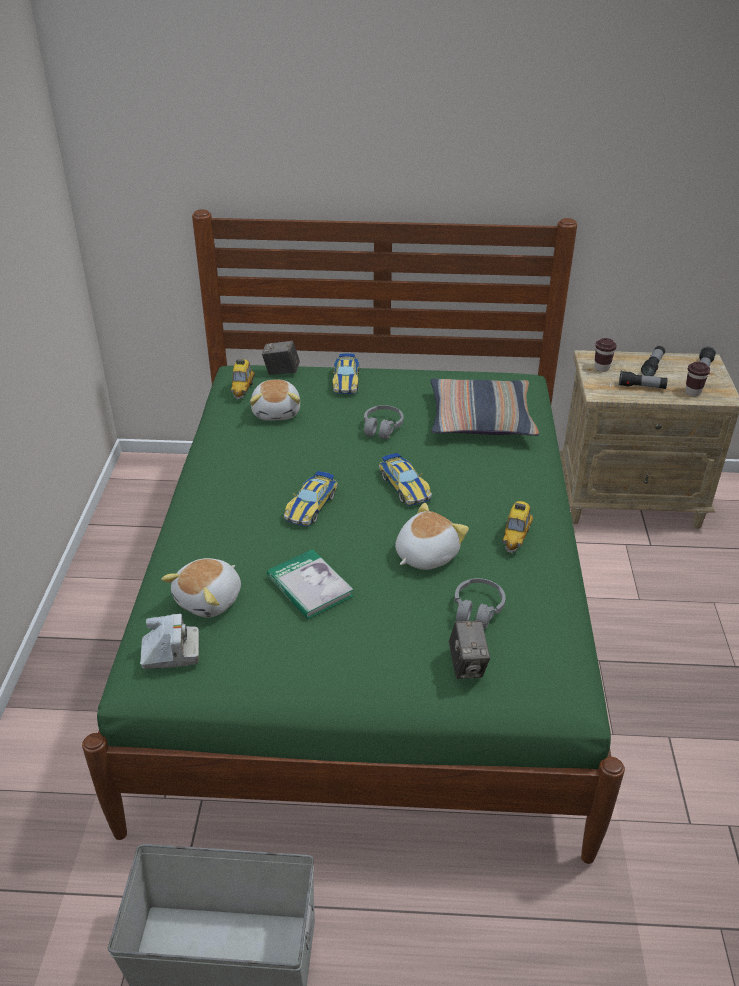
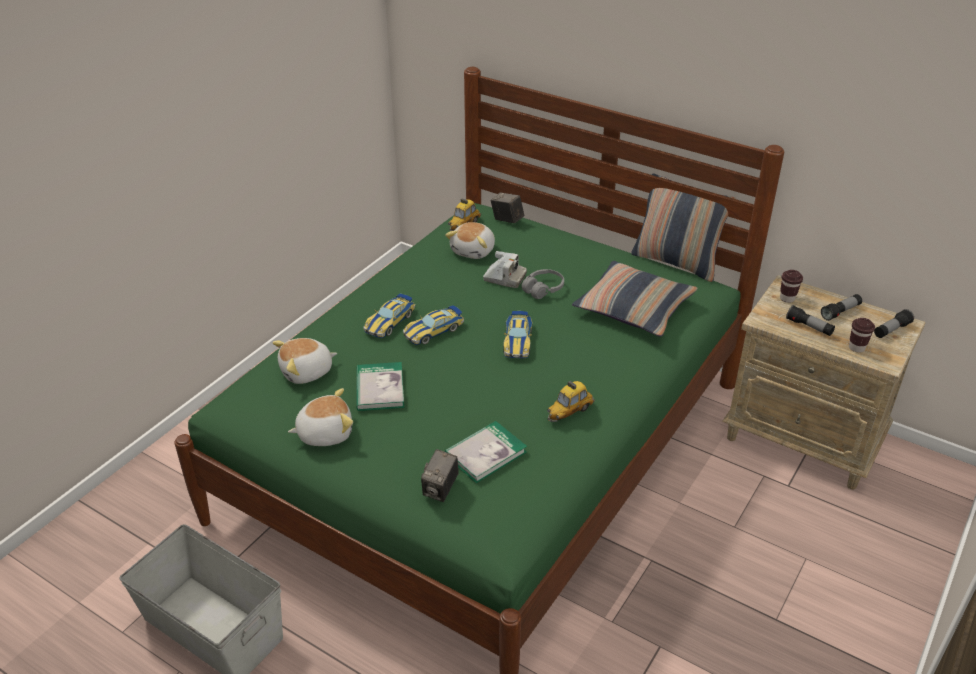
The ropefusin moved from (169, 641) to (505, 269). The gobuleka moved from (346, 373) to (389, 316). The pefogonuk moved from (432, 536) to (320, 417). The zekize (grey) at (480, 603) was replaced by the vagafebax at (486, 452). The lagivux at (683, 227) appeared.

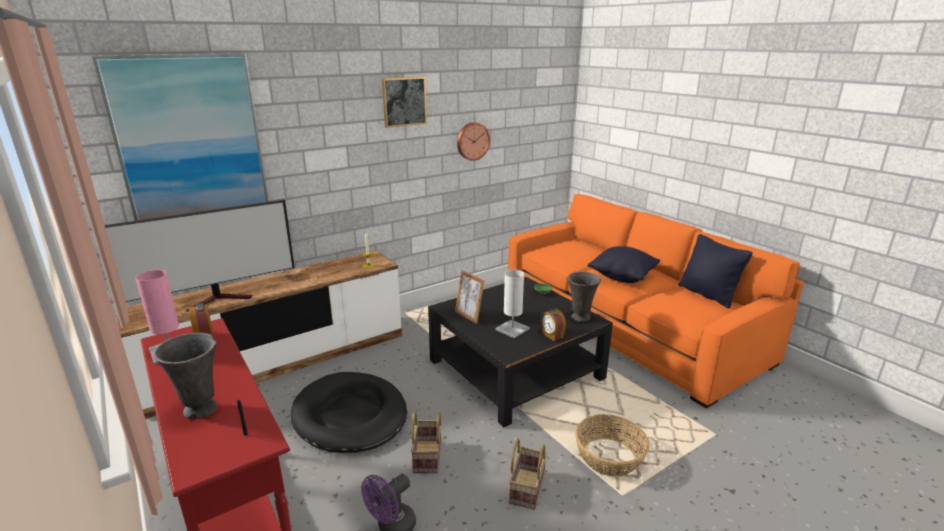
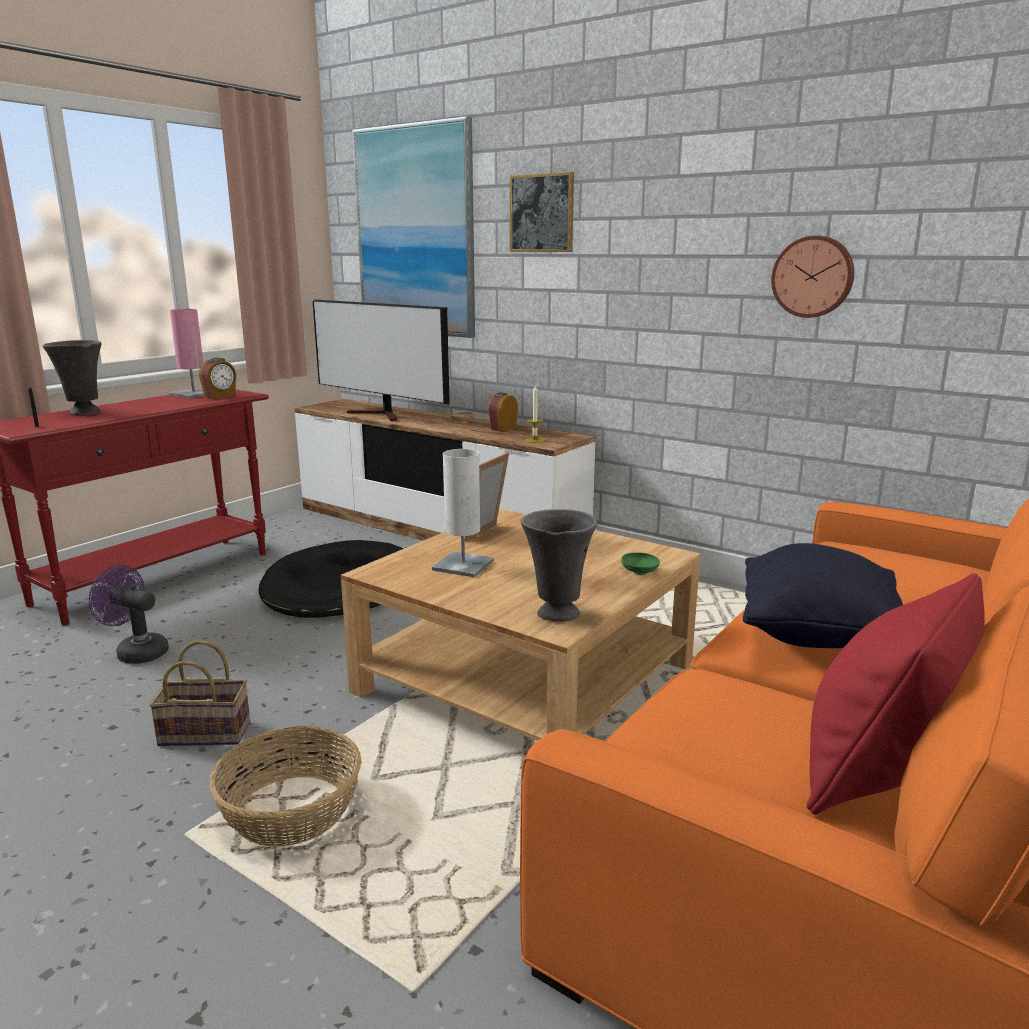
The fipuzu moved from (404, 102) to (542, 212). The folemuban at (426, 442) disappeared. The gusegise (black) at (520, 352) became the gusegise (beige) at (520, 625). The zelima moved from (553, 325) to (503, 412). The lagivux (black) at (715, 271) became the lagivux (red) at (896, 694).

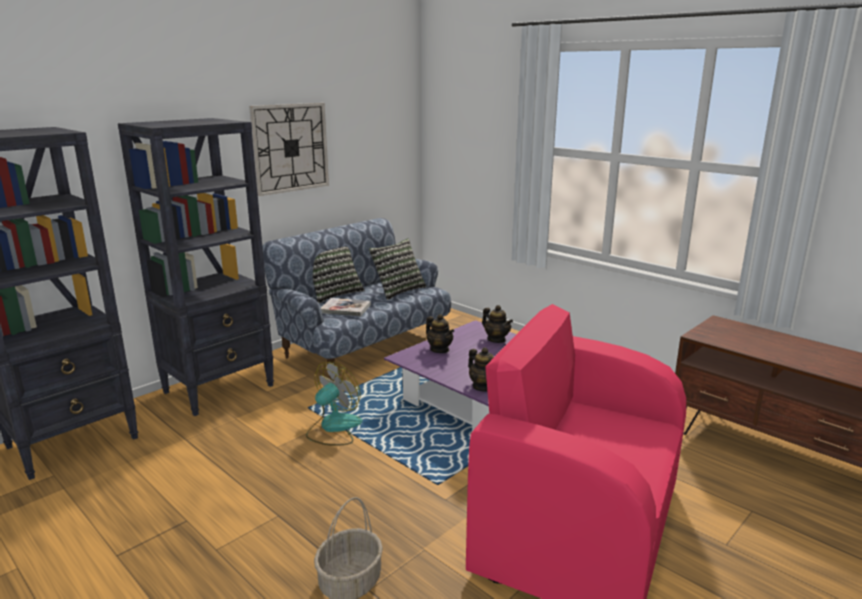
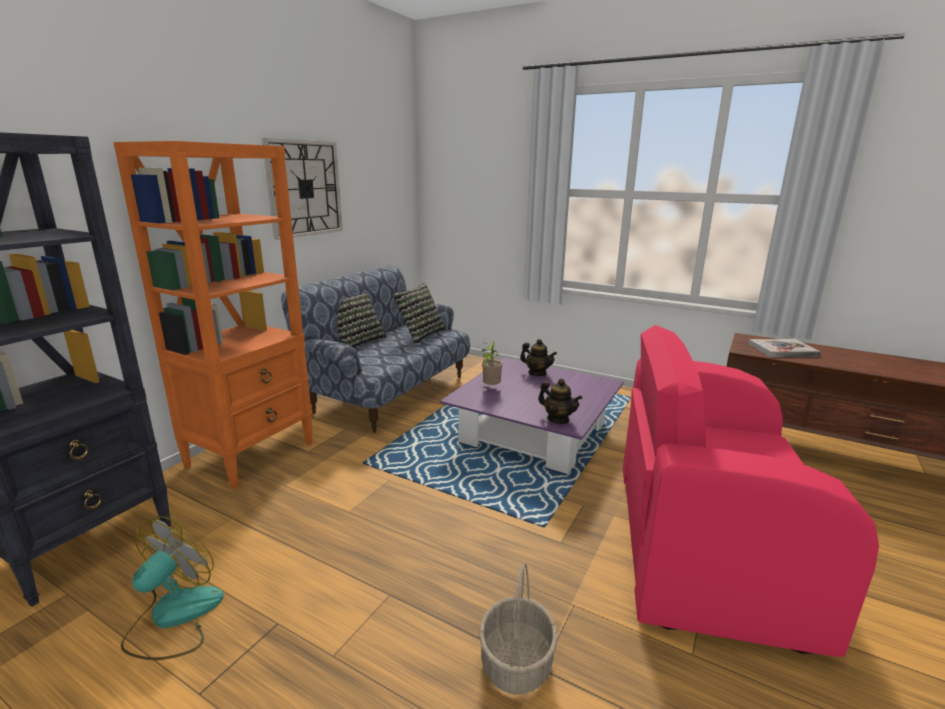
The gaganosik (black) at (196, 267) became the gaganosik (orange) at (213, 315). The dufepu moved from (334, 404) to (172, 588). The vagafebax moved from (346, 307) to (784, 348). The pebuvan at (440, 333) was replaced by the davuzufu at (492, 363).

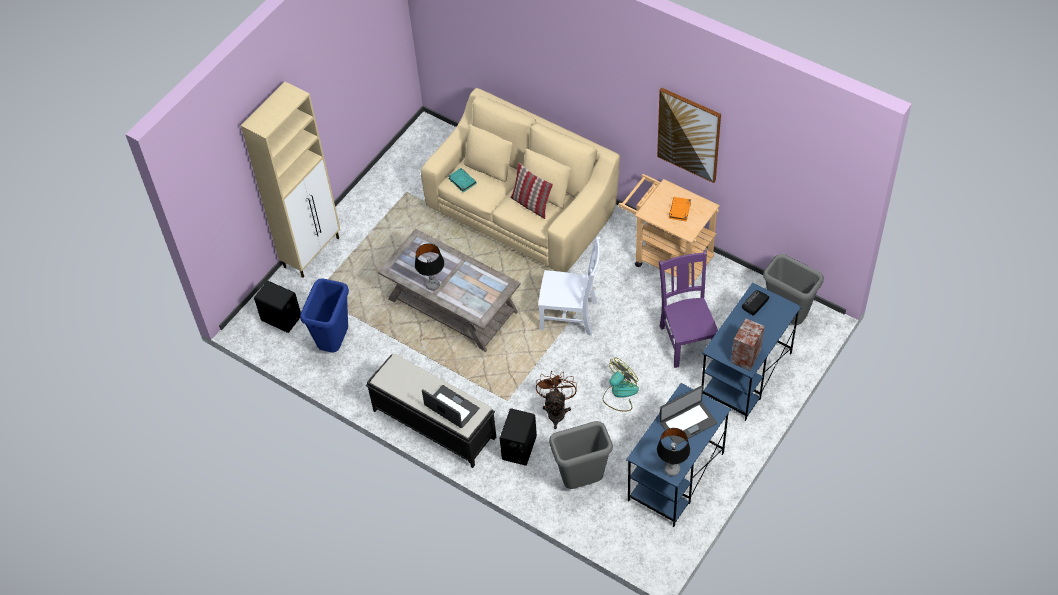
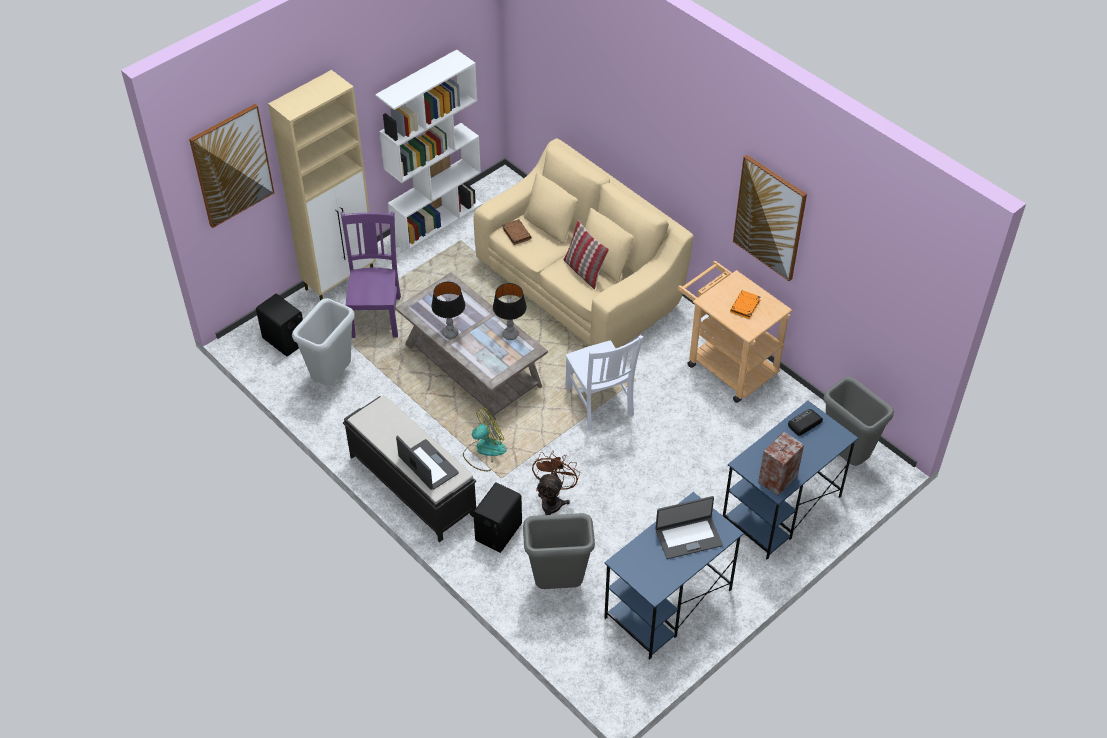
The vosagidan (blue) at (324, 315) became the vosagidan (grey) at (323, 341). The vagafebax (turquoise) at (462, 180) became the vagafebax (brown) at (517, 232). The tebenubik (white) at (569, 286) turned 45 degrees clockwise. The dufepu moved from (621, 384) to (485, 439). The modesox moved from (673, 452) to (510, 311). The tebenubik (purple) moved from (688, 309) to (371, 274). The fipuzu at (231, 166) appeared. The gaganosik (white) at (428, 150) appeared.

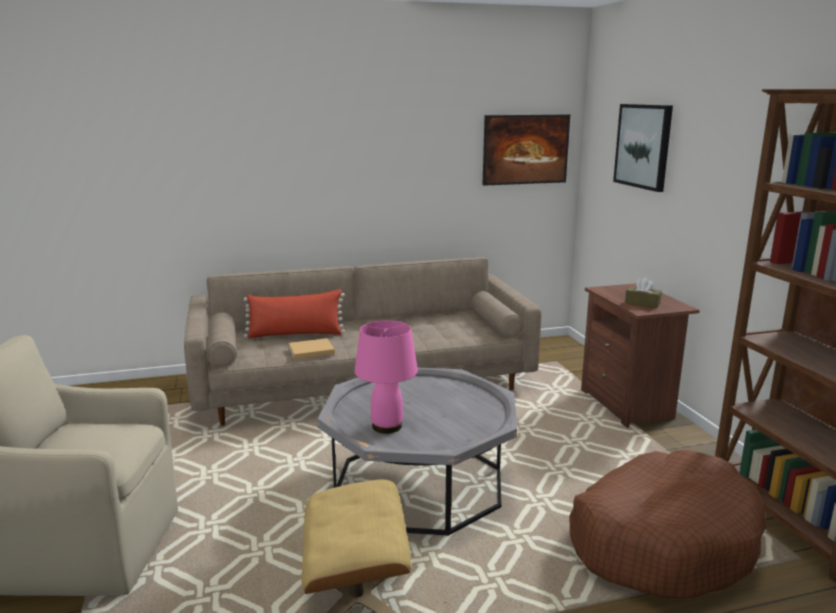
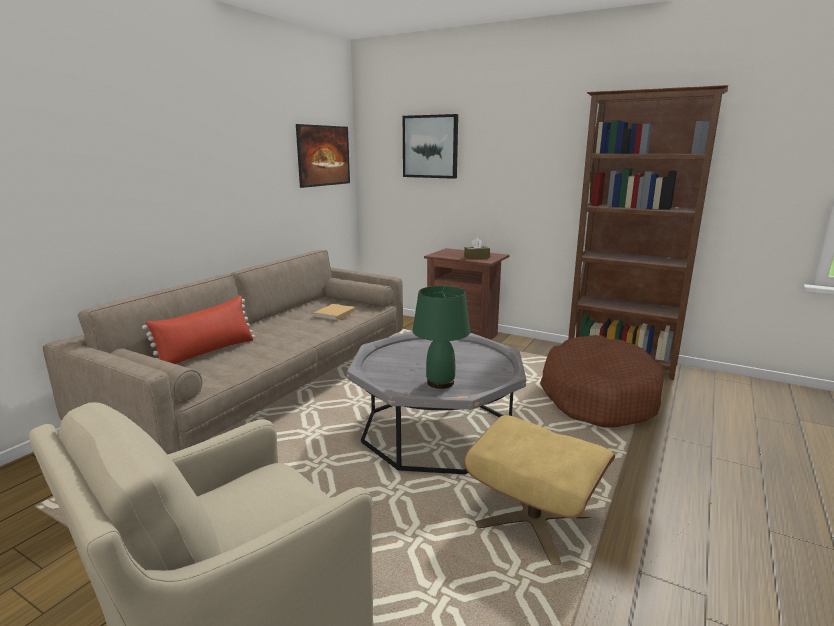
The vagafebax (beige) moved from (311, 348) to (334, 312). The modesox (pink) at (386, 376) became the modesox (green) at (441, 337).

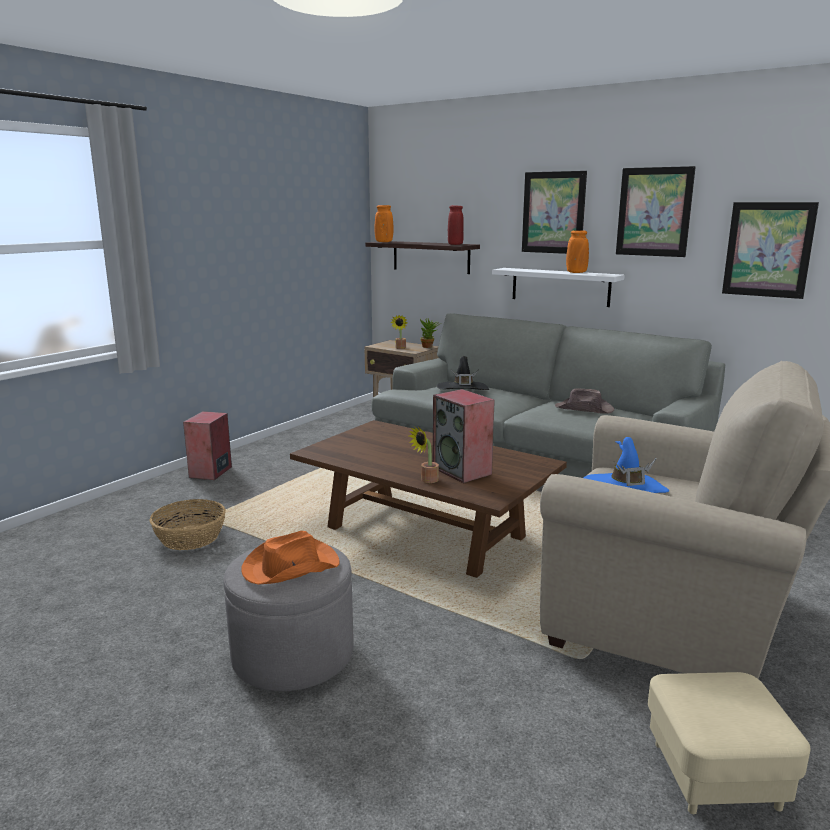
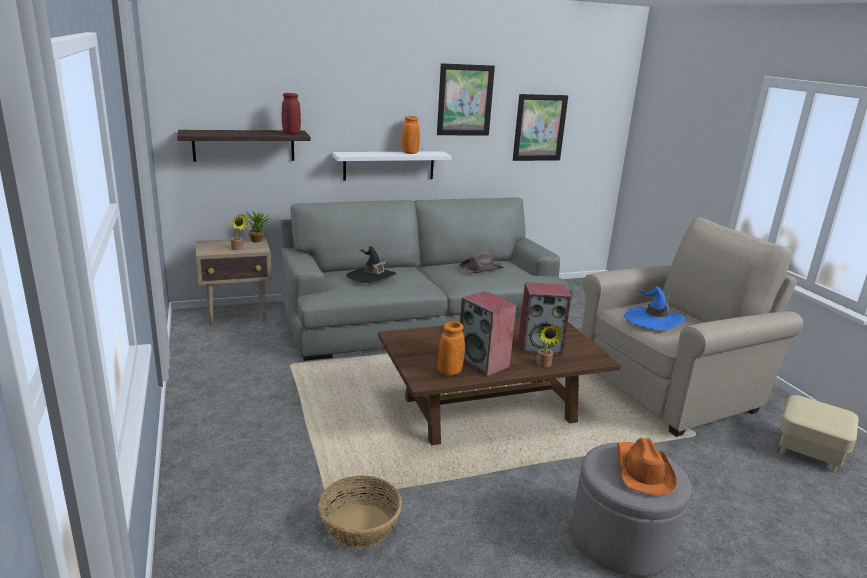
The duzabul moved from (207, 445) to (488, 333). The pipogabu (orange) moved from (384, 223) to (451, 349). The fipuzu at (554, 212) disappeared.

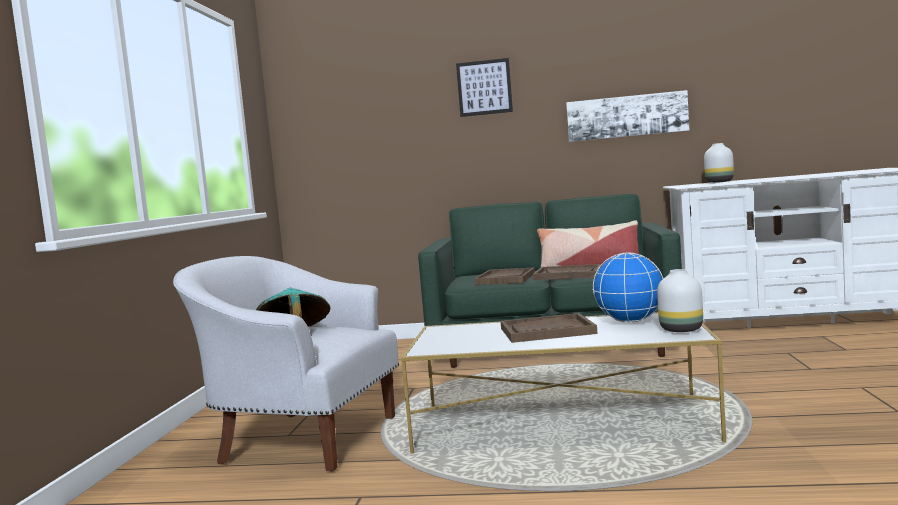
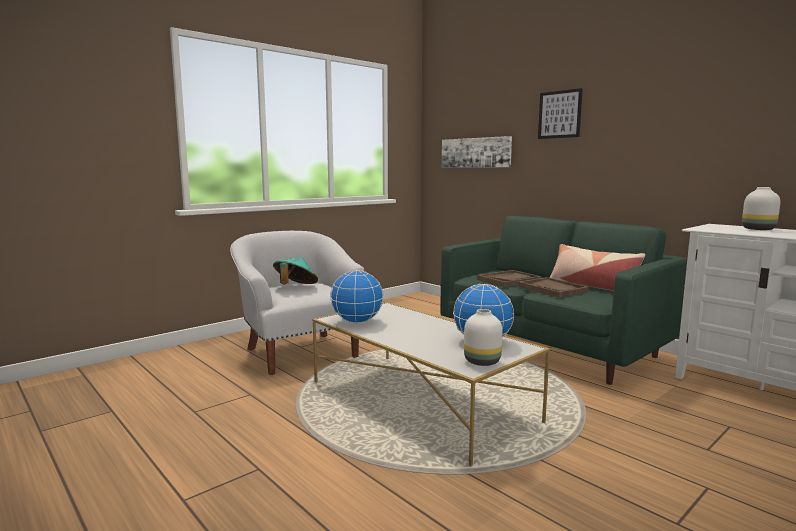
The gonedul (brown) at (549, 328) disappeared. The fipuzu moved from (627, 116) to (477, 151). The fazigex at (357, 296) appeared.

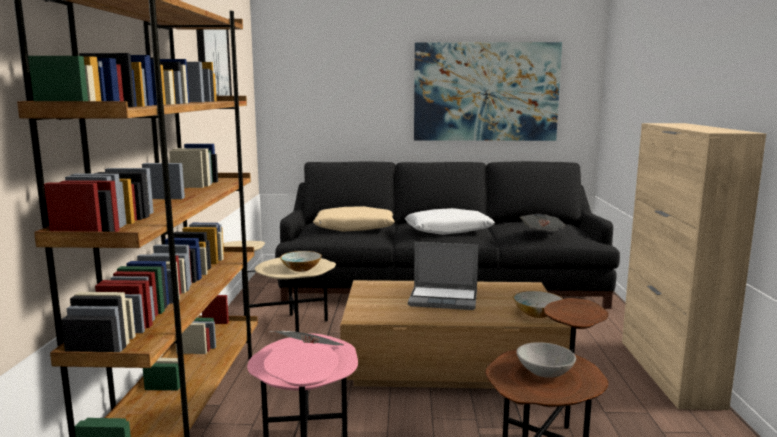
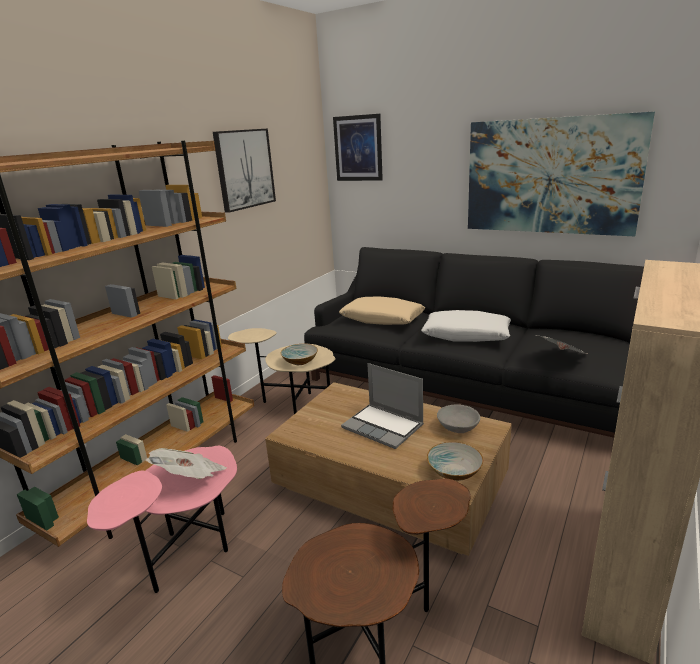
The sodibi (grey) moved from (546, 360) to (458, 419). The fipuzu at (358, 147) appeared.

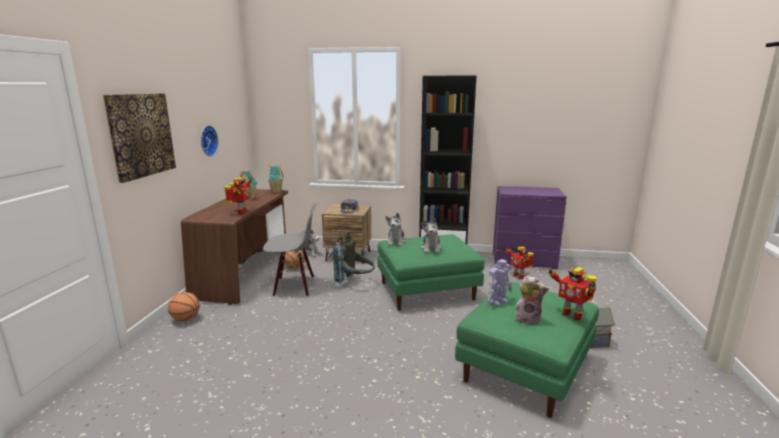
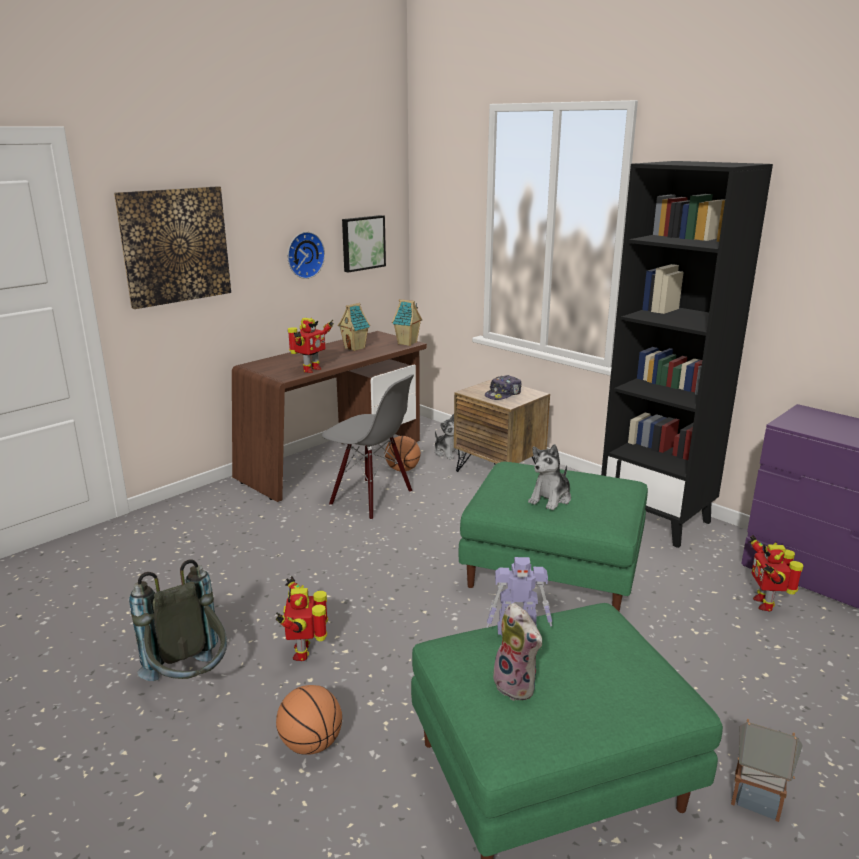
The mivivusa moved from (184, 306) to (309, 720). The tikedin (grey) moved from (354, 259) to (178, 620). The pefogonuk at (395, 229) disappeared. The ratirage moved from (572, 293) to (302, 618). The fipuzu at (364, 244) appeared.

